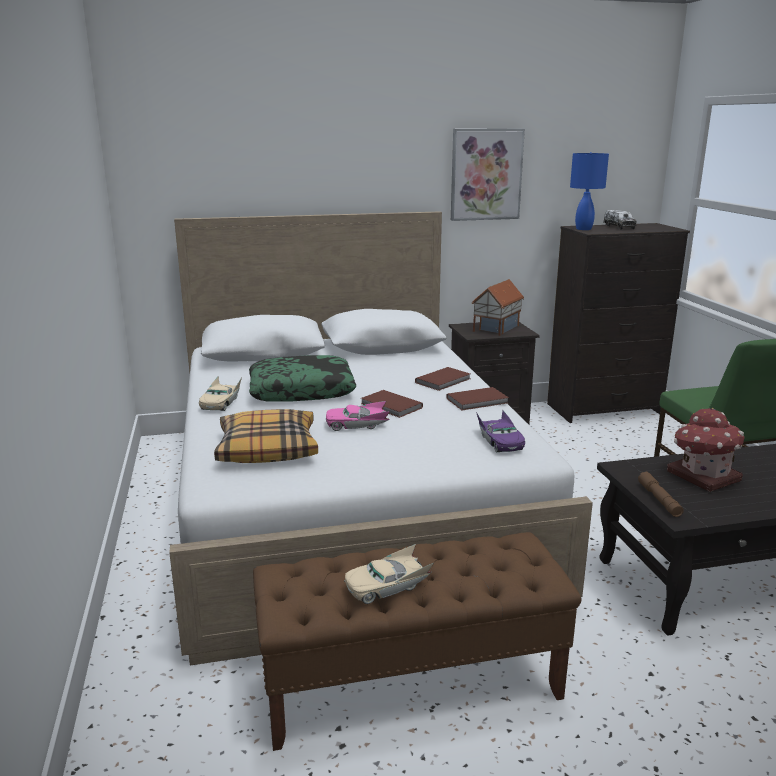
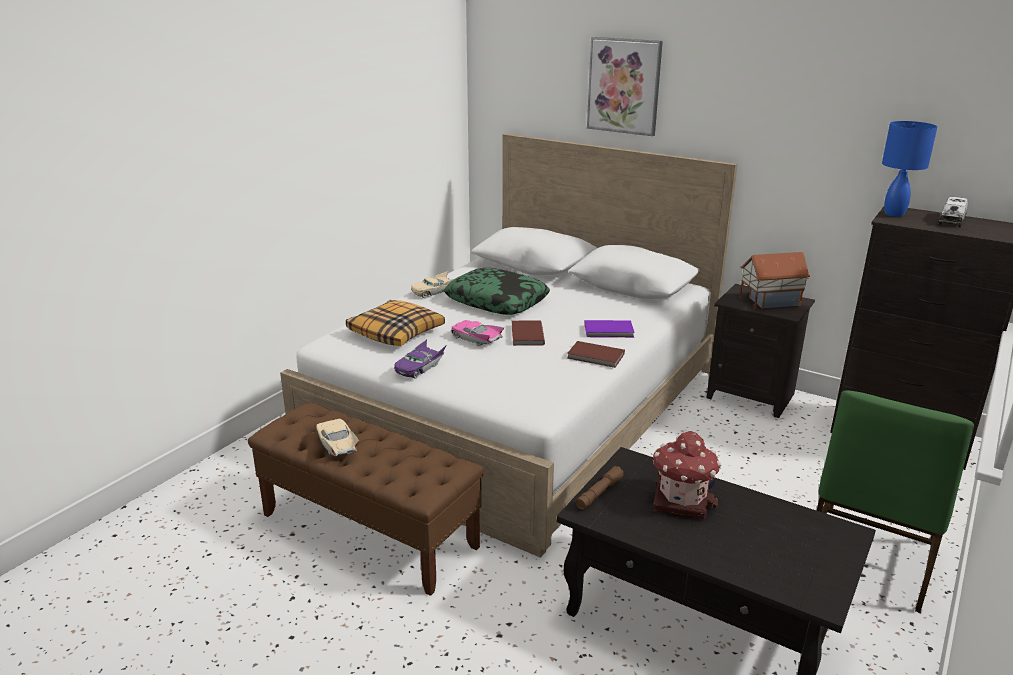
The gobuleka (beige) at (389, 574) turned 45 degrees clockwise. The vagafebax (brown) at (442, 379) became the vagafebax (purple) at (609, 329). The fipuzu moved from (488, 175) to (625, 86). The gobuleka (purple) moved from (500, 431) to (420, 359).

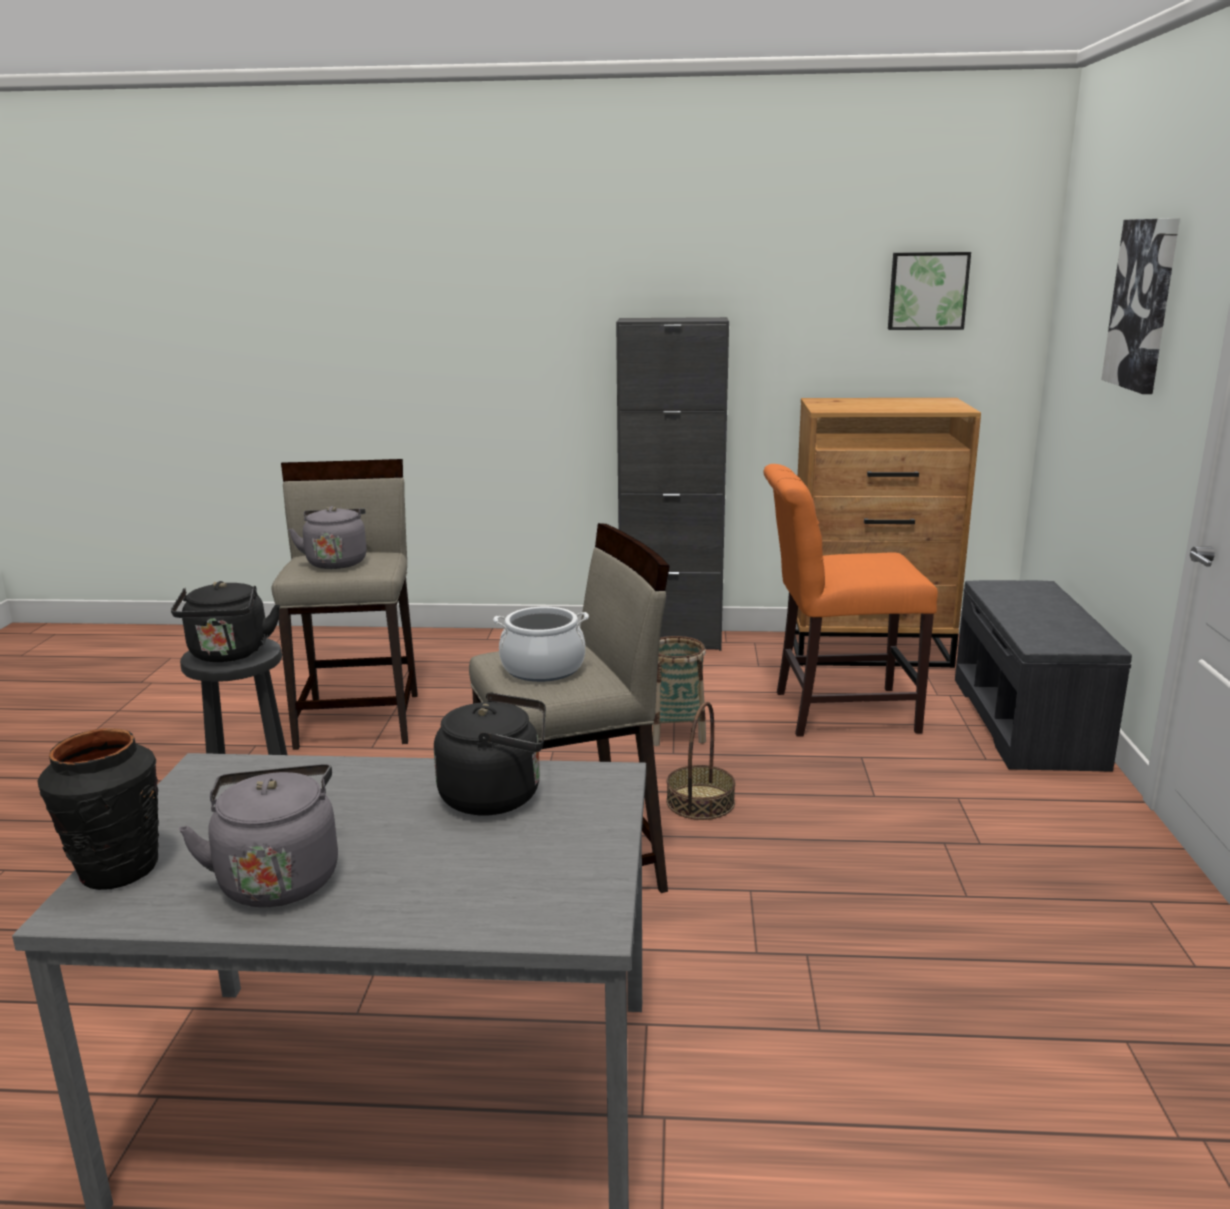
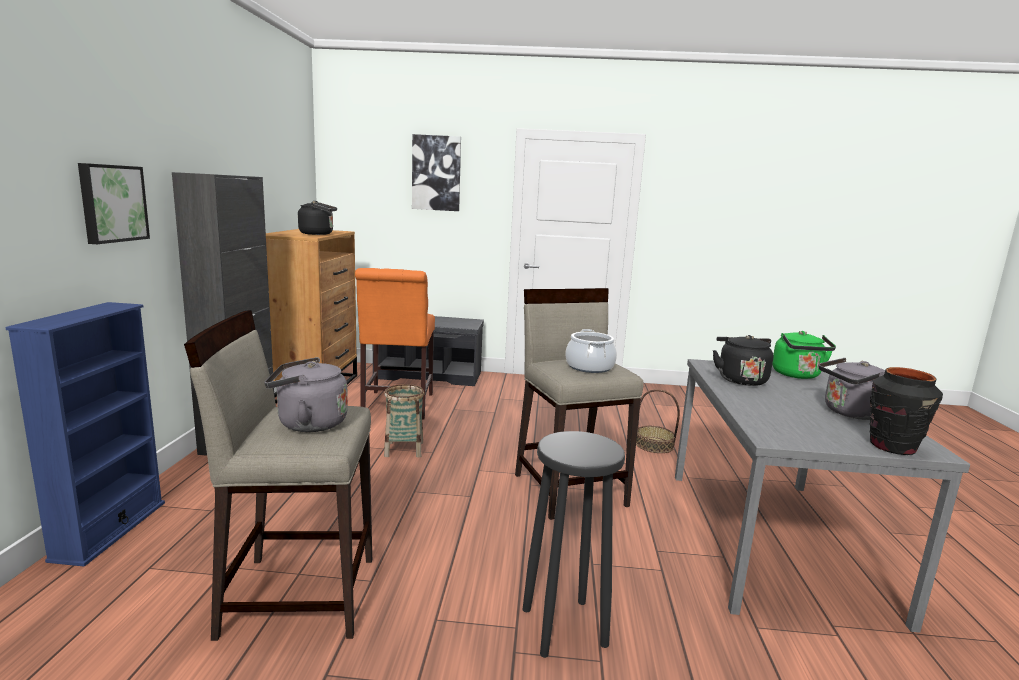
The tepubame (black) moved from (225, 621) to (317, 218). The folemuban moved from (701, 761) to (658, 421). The fipuzu moved from (929, 291) to (114, 203). The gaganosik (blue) at (85, 434) appeared. The tepubame (green) at (804, 355) appeared.

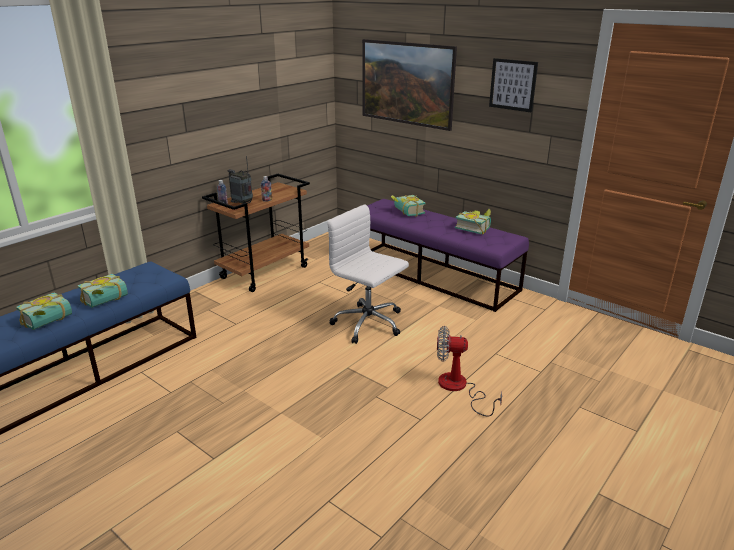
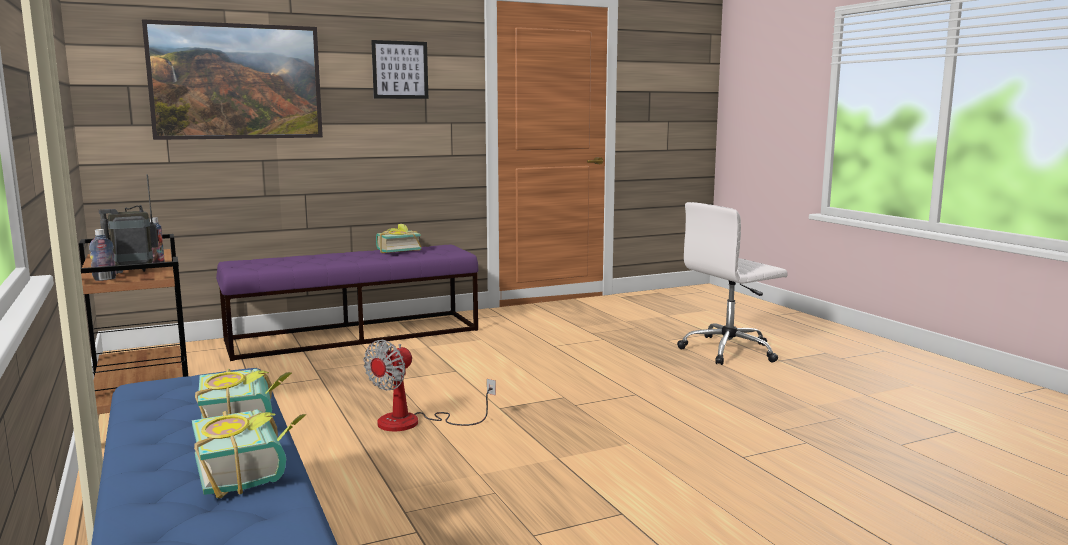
The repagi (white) moved from (368, 274) to (732, 283). The vagafebax at (408, 206) disappeared. The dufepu moved from (469, 371) to (429, 385).

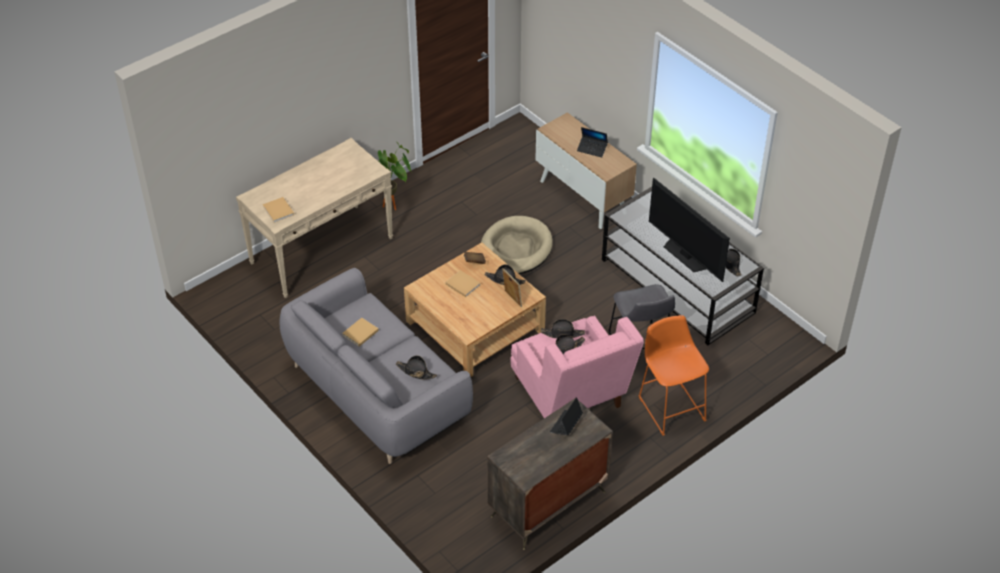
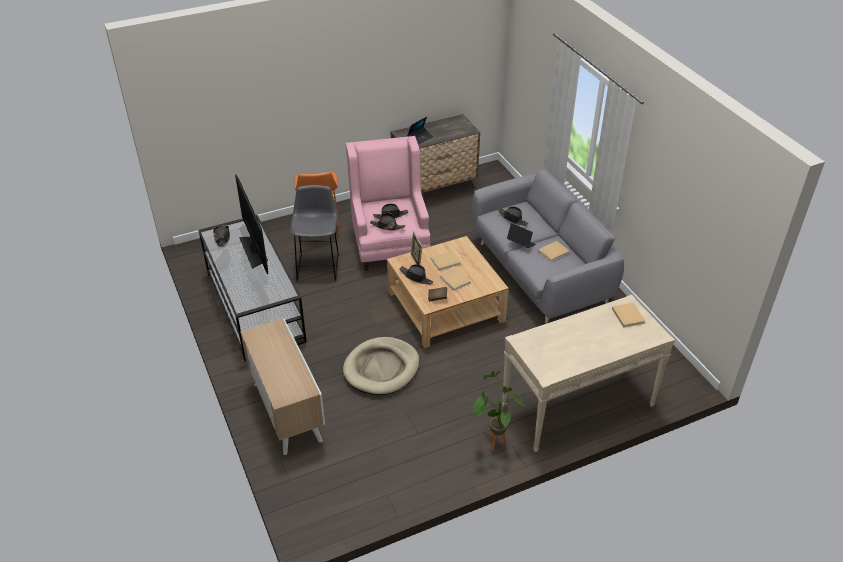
The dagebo moved from (592, 142) to (521, 235). The vagafebax (beige) at (446, 261) appeared.

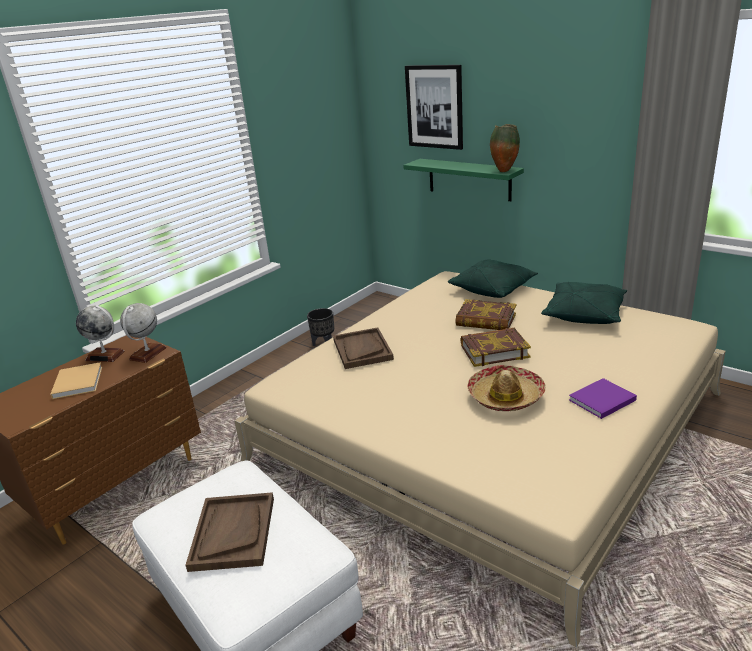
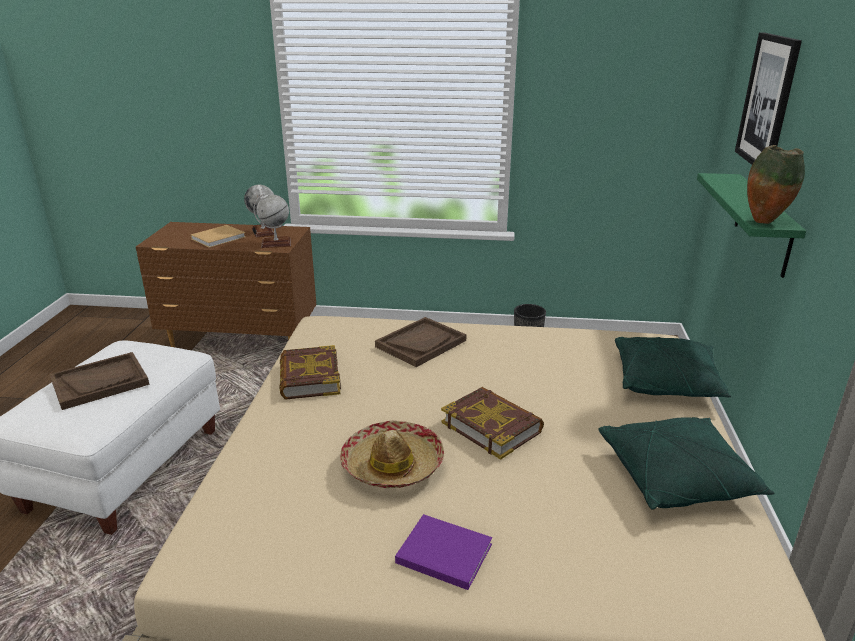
The vagafebax moved from (486, 314) to (310, 372).

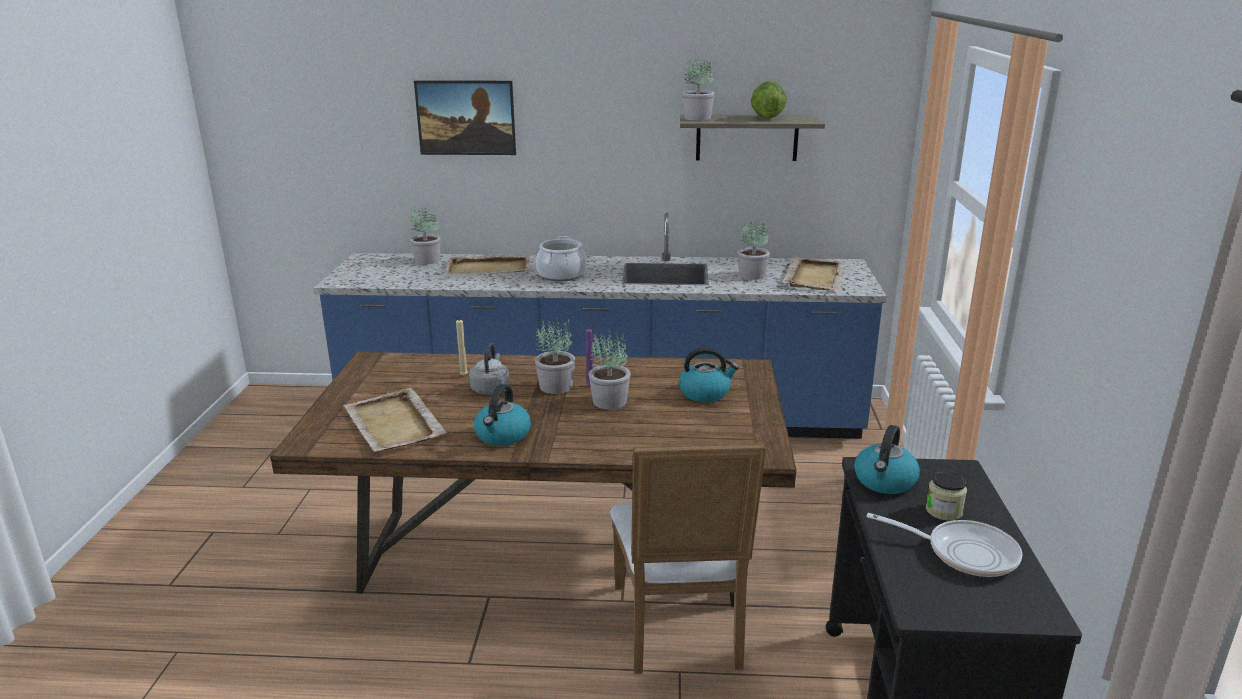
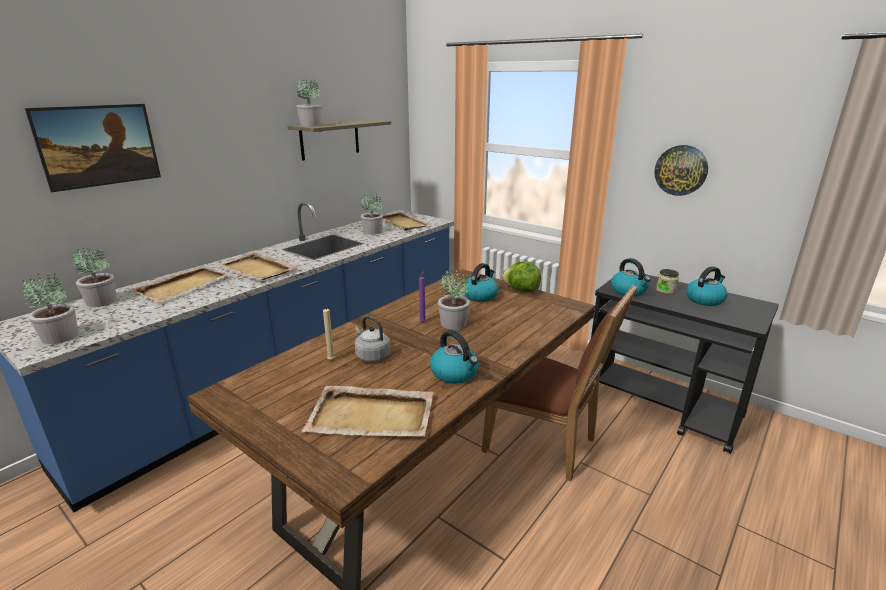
The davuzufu moved from (555, 355) to (50, 307). The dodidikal at (561, 258) was replaced by the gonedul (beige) at (257, 266). The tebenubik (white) at (688, 558) became the tebenubik (brown) at (560, 383). The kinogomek moved from (769, 100) to (521, 276). The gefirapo at (944, 545) was replaced by the tepubame at (707, 286). The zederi at (681, 170) appeared.

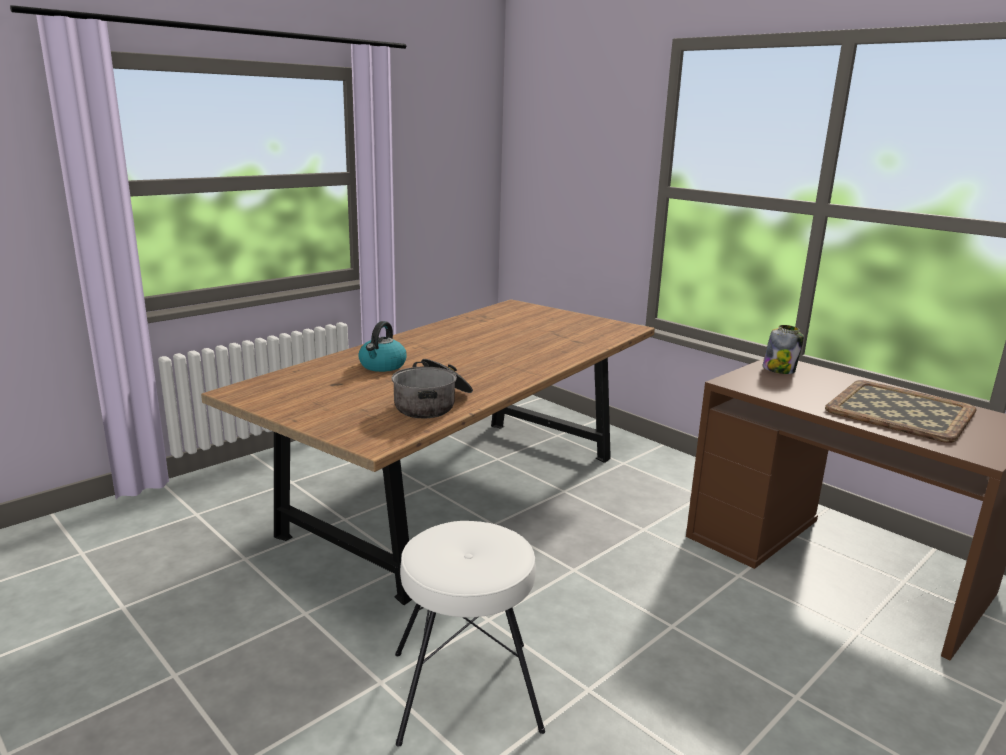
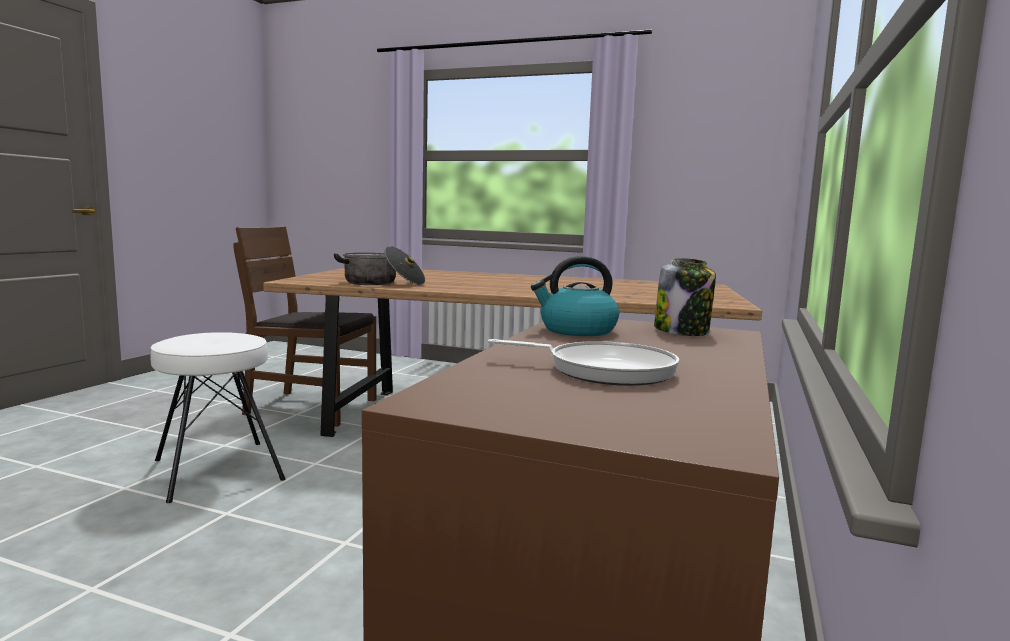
The tepubame moved from (382, 346) to (575, 296). The gonedul at (901, 411) was replaced by the gefirapo at (584, 362). The tebenubik (brown) at (304, 326) appeared.

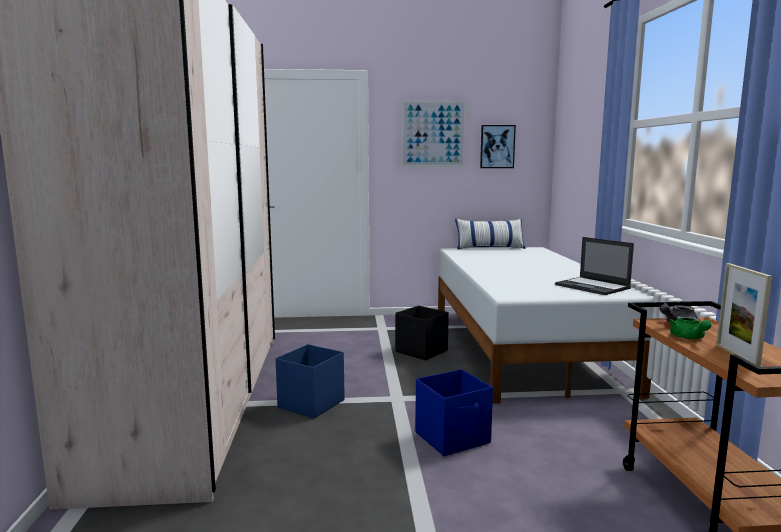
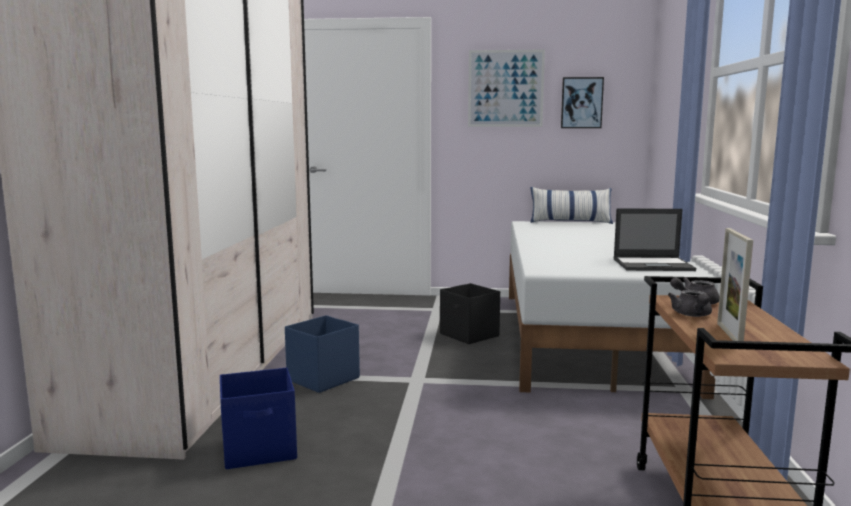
The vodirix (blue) moved from (454, 412) to (258, 418). The dagebo at (594, 266) turned 60 degrees counterclockwise. The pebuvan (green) at (690, 327) became the pebuvan (grey) at (690, 303).

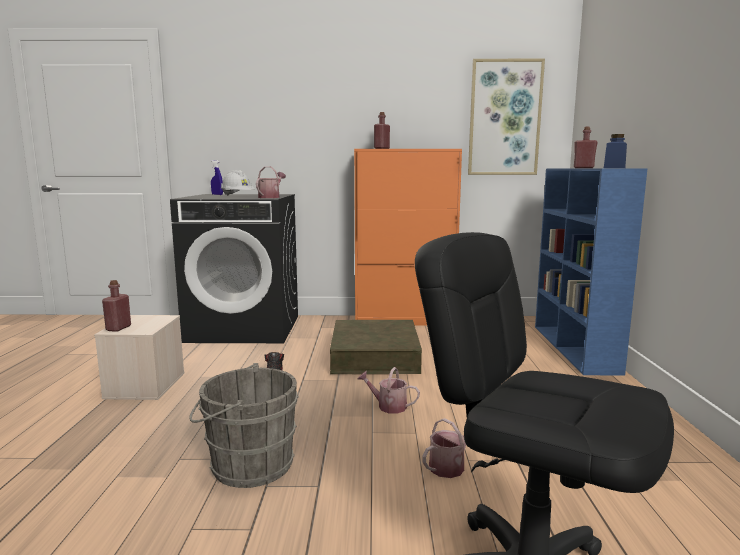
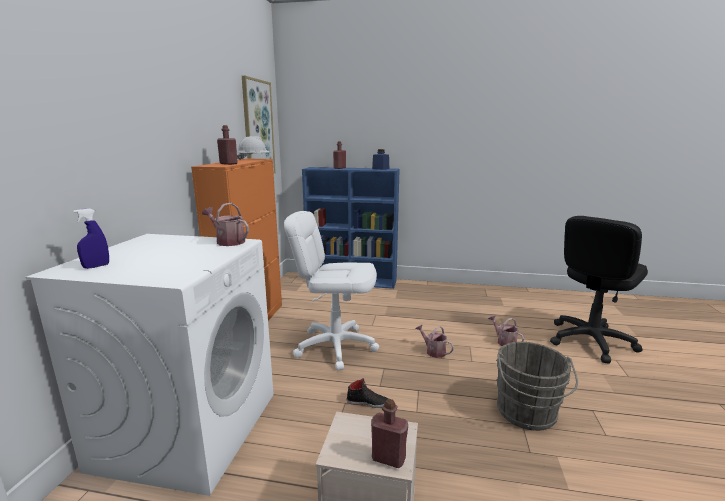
The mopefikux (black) at (234, 268) became the mopefikux (white) at (149, 365). The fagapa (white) moved from (238, 183) to (254, 148). The vodirix (brown) at (376, 347) was replaced by the repagi (white) at (331, 290). The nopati at (388, 390) turned 105 degrees clockwise.

